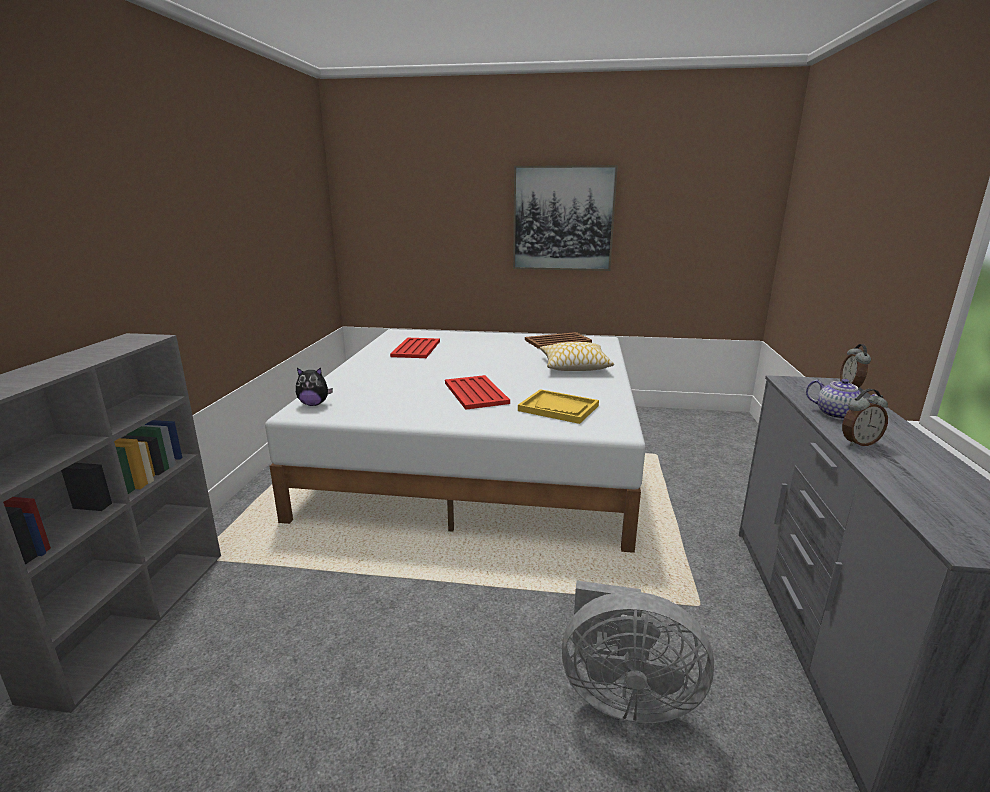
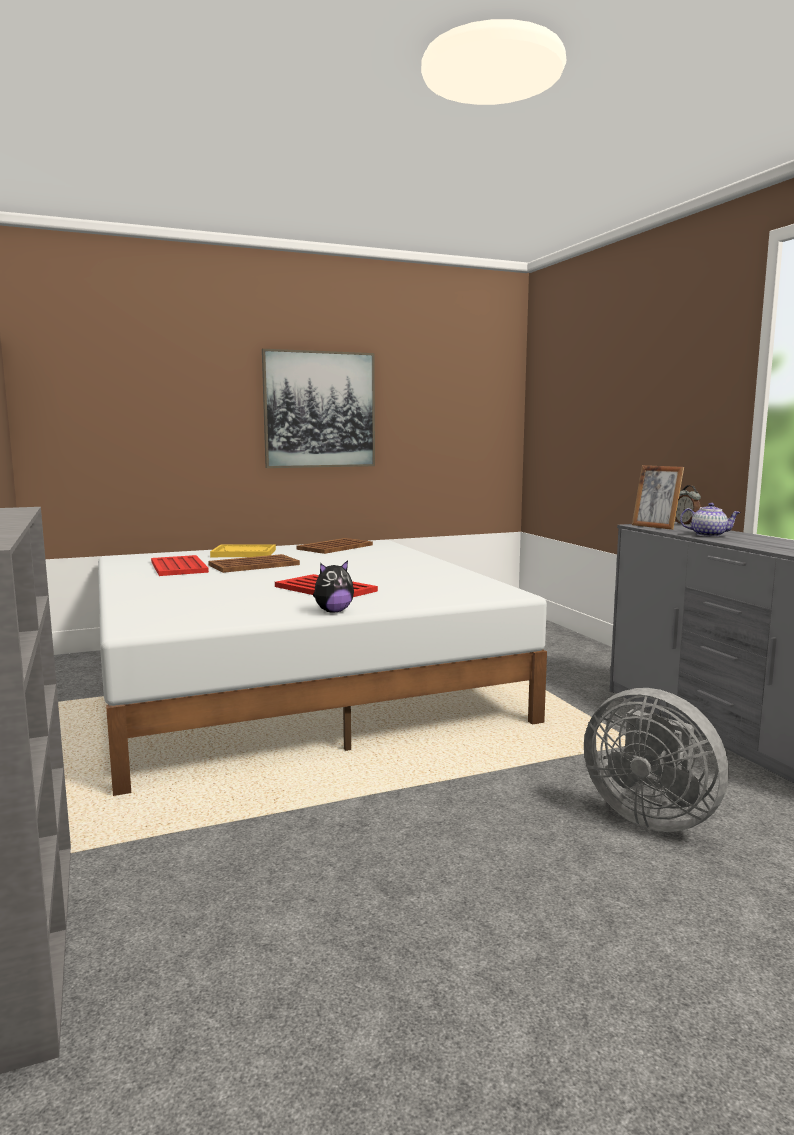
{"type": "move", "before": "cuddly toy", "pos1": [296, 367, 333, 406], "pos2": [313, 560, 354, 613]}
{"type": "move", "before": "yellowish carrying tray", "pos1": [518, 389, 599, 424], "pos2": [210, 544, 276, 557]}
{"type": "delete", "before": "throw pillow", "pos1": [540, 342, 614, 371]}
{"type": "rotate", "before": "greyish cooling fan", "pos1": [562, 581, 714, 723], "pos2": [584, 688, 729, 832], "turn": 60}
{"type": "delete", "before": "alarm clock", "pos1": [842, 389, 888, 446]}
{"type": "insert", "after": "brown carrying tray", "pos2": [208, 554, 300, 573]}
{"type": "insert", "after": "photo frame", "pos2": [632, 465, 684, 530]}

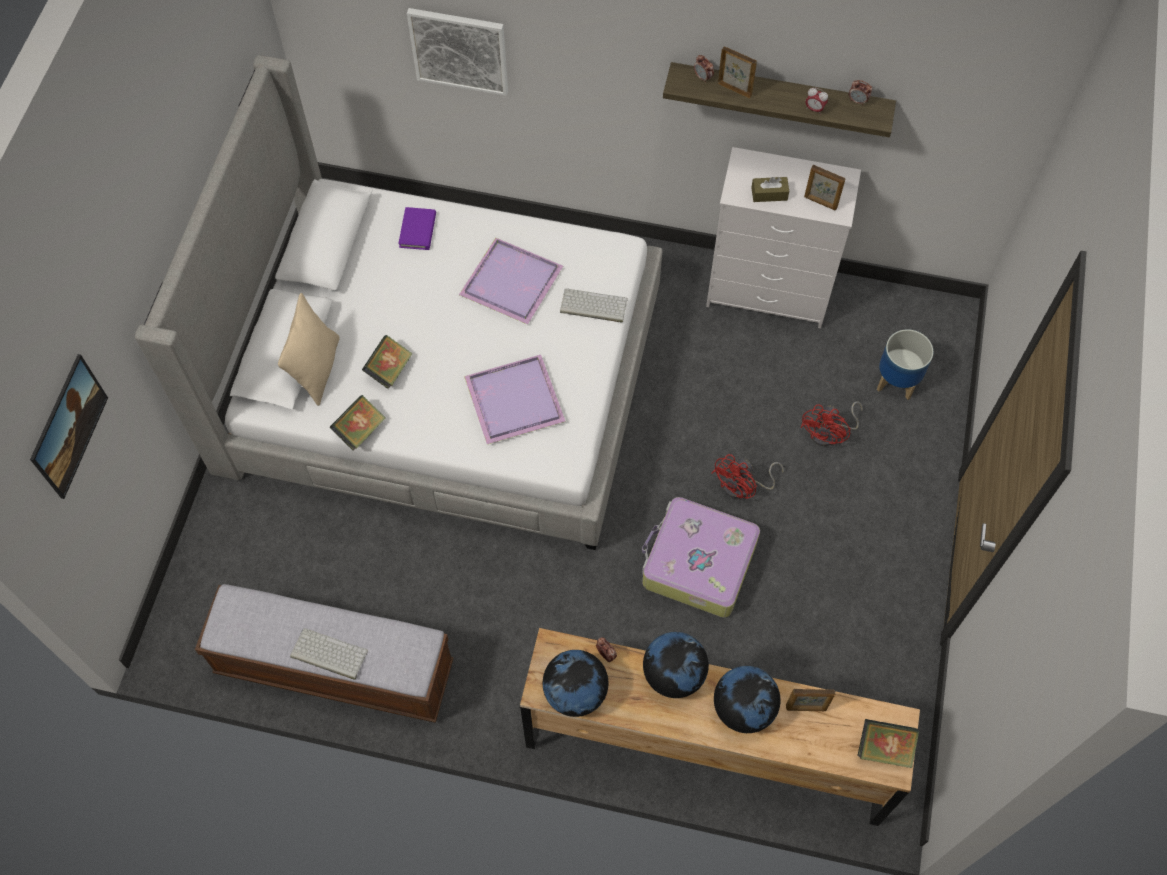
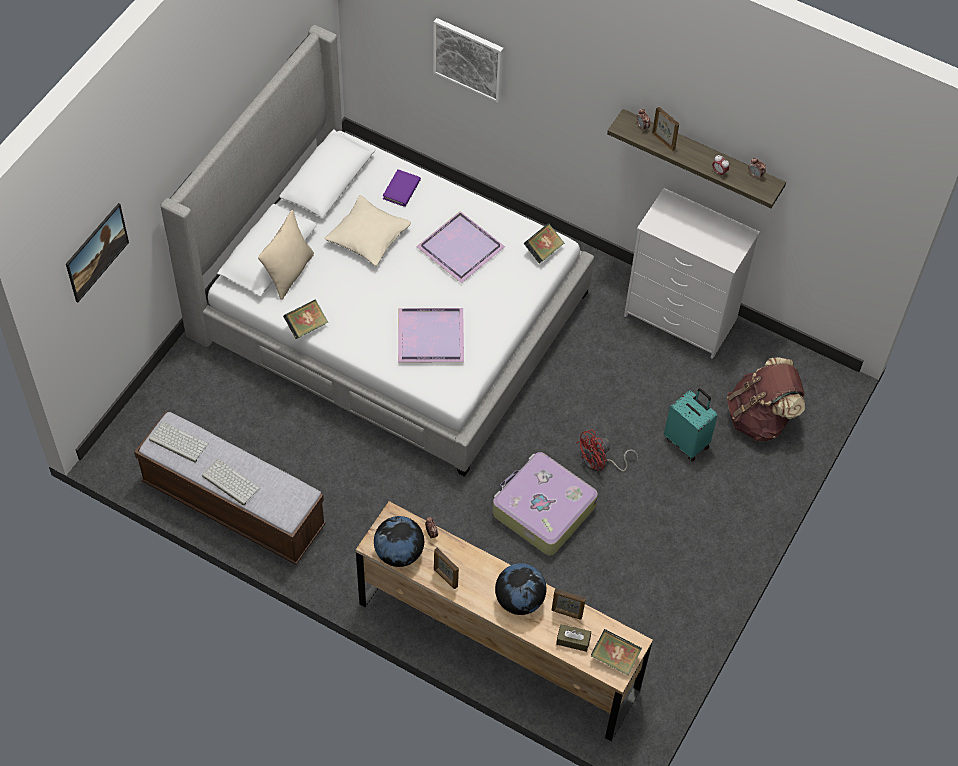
{"type": "move", "before": "volume", "pos1": [362, 335, 413, 389], "pos2": [524, 223, 564, 263]}
{"type": "move", "before": "computer keyboard", "pos1": [560, 289, 628, 322], "pos2": [149, 422, 209, 463]}
{"type": "delete", "before": "desk globe", "pos1": [643, 632, 709, 698]}
{"type": "move", "before": "brown tissue holder", "pos1": [751, 177, 789, 202], "pos2": [556, 624, 591, 652]}
{"type": "replace", "before": "red cooling fan", "after": "turquoise suitcase", "pos1": [800, 401, 863, 446], "pos2": [664, 388, 718, 461]}
{"type": "move", "before": "photo frame", "pos1": [804, 165, 846, 210], "pos2": [434, 548, 459, 589]}
{"type": "replace", "before": "planter", "after": "brown rucksack", "pos1": [877, 329, 933, 400], "pos2": [727, 357, 805, 441]}
{"type": "insert", "after": "beige throw pillow", "pos2": [324, 195, 411, 266]}

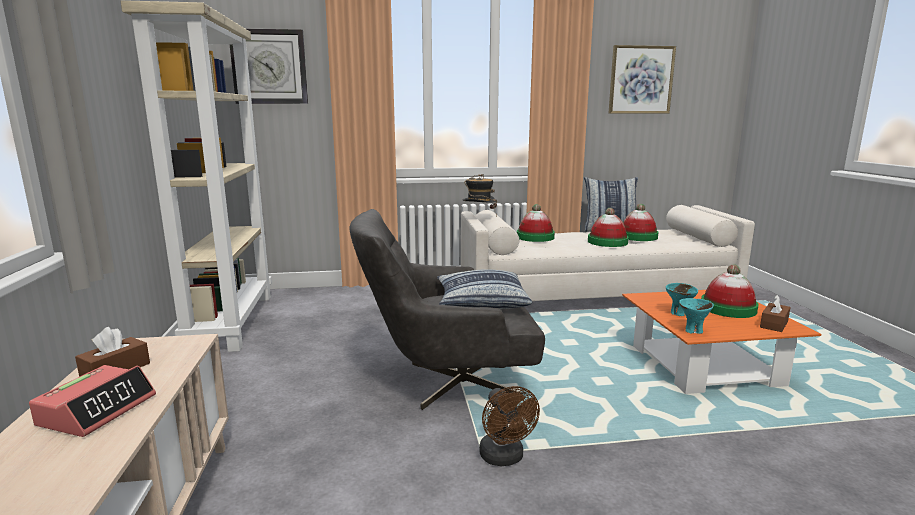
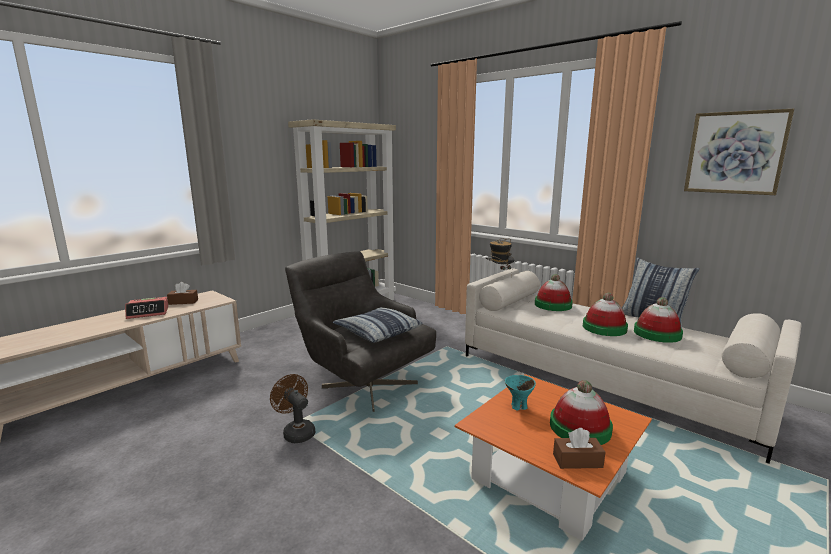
{"type": "delete", "before": "hanging clock", "pos1": [230, 29, 308, 104]}
{"type": "rotate", "before": "brown cooling fan", "pos1": [479, 386, 540, 466], "pos2": [270, 374, 315, 443], "turn": 105}
{"type": "delete", "before": "turquoise deep dish", "pos1": [679, 298, 714, 334]}

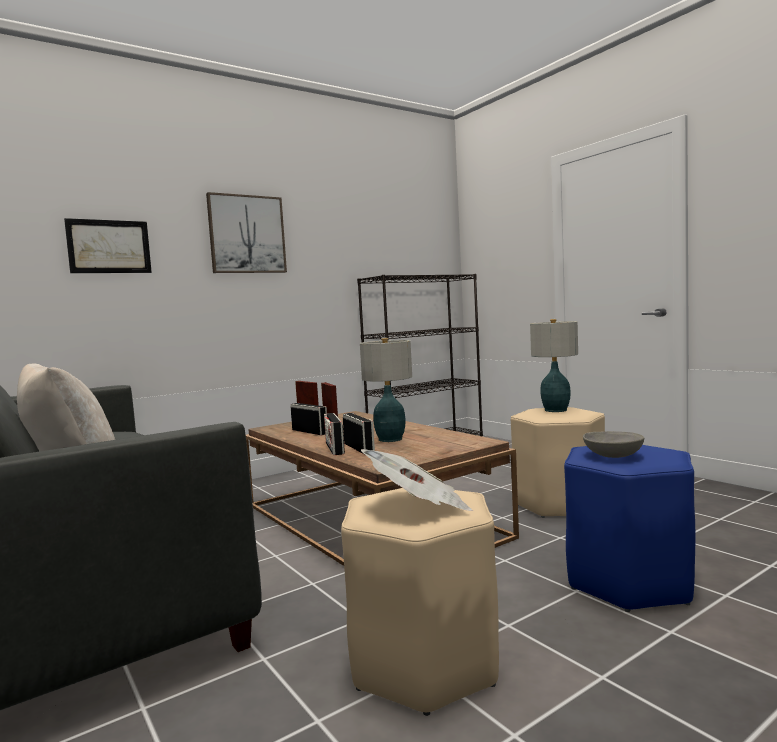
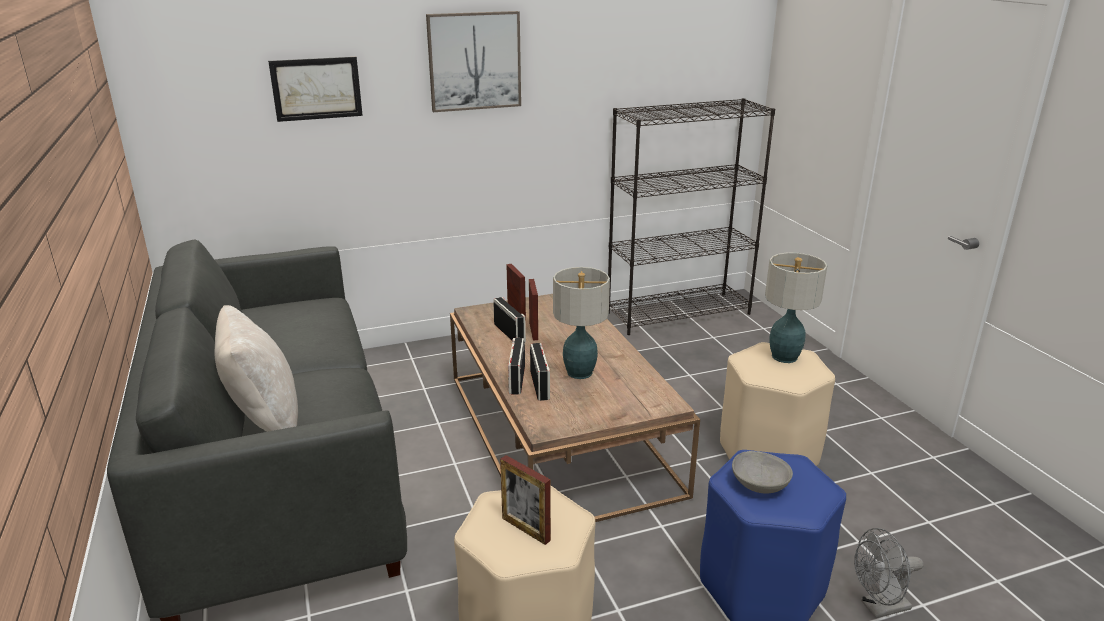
{"type": "replace", "before": "printed paper", "after": "photo frame", "pos1": [361, 449, 474, 511], "pos2": [500, 455, 551, 545]}
{"type": "insert", "after": "greyish cooling fan", "pos2": [854, 528, 923, 618]}

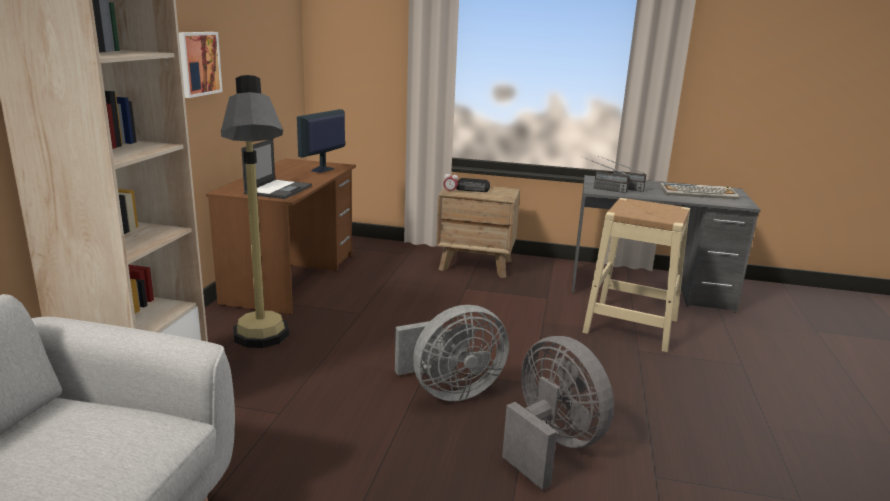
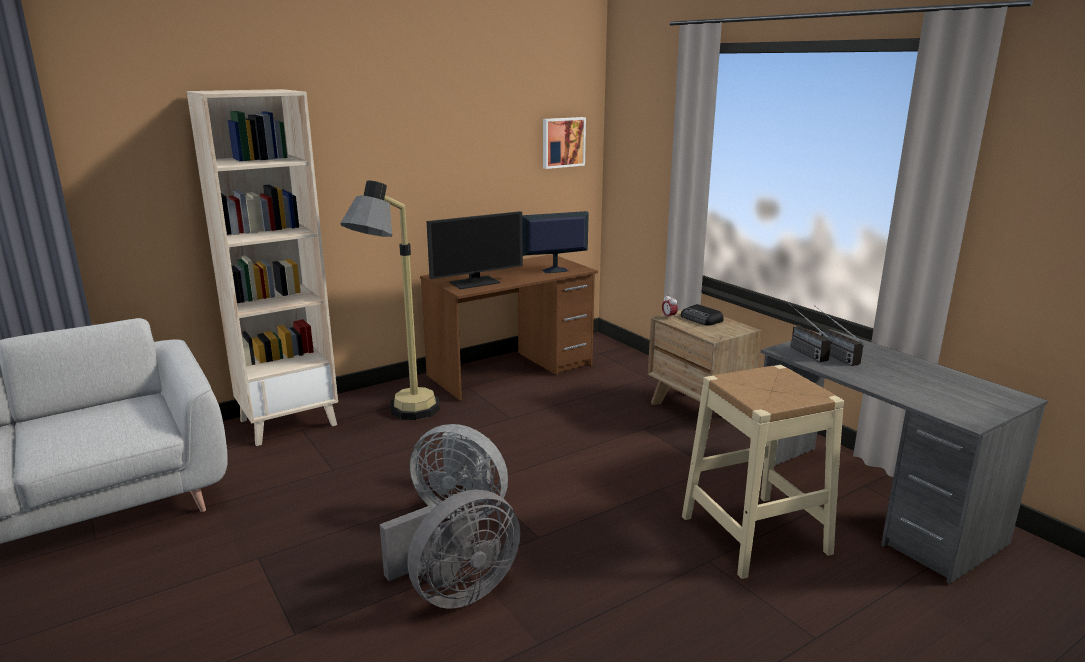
{"type": "move", "before": "picture", "pos1": [179, 32, 223, 98], "pos2": [543, 117, 586, 169]}
{"type": "replace", "before": "notebook computer", "after": "monitor", "pos1": [241, 139, 312, 199], "pos2": [427, 211, 523, 289]}
{"type": "rotate", "before": "greyish cooling fan", "pos1": [502, 336, 614, 490], "pos2": [380, 490, 520, 609], "turn": 45}
{"type": "delete", "before": "computer keyboard", "pos1": [659, 183, 739, 200]}

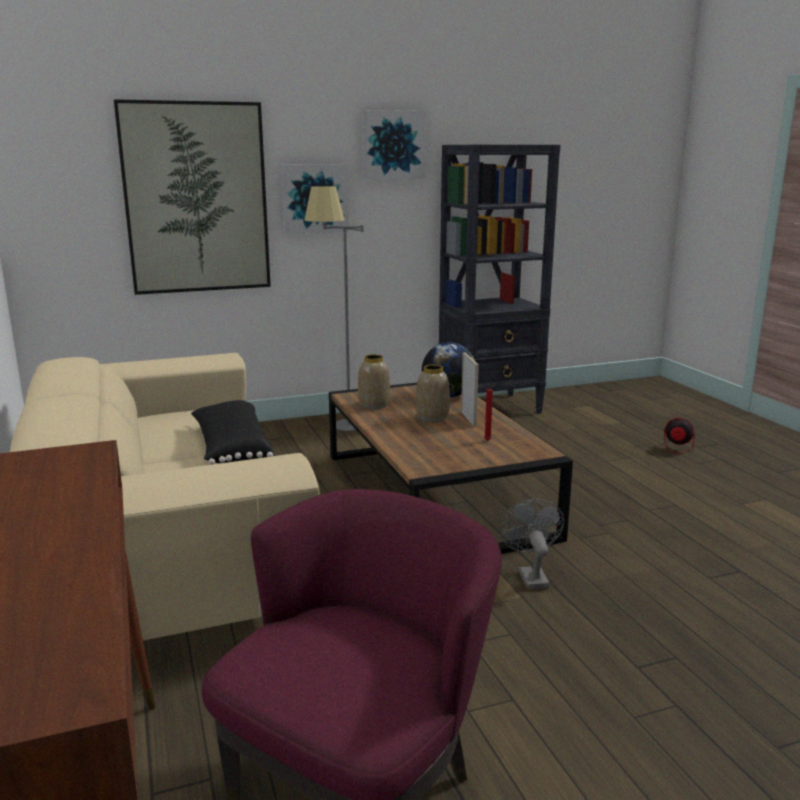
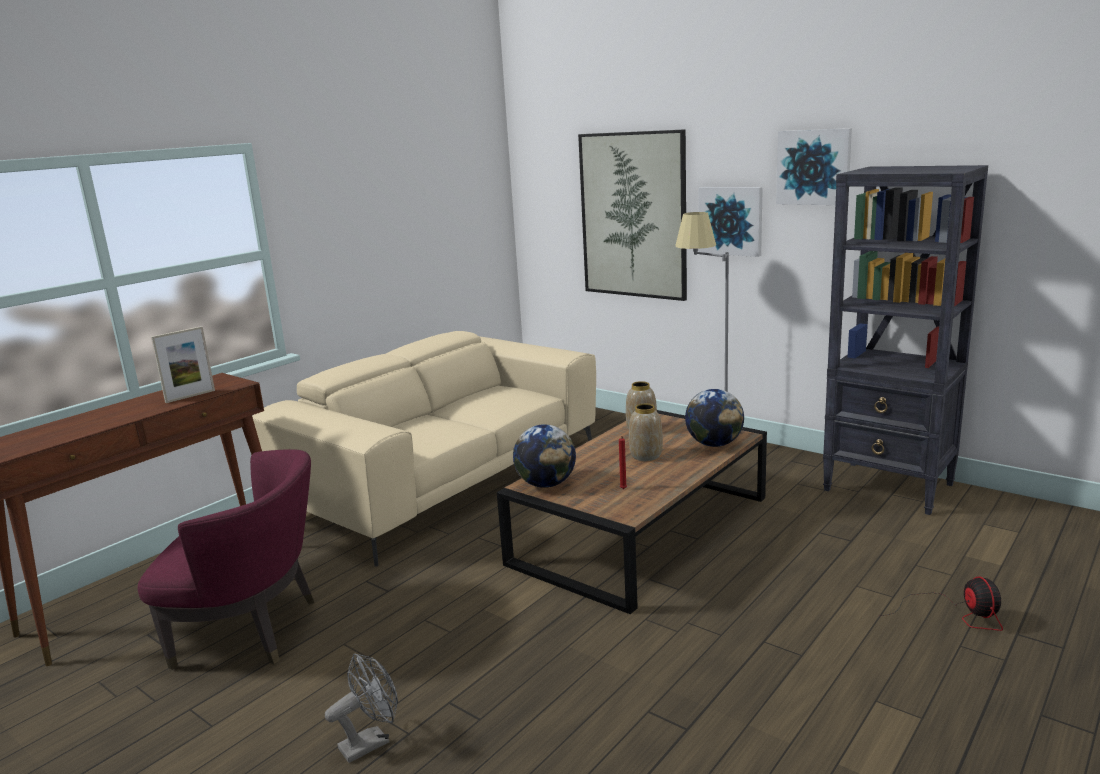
{"type": "delete", "before": "blackish throw pillow", "pos1": [191, 400, 274, 465]}
{"type": "move", "before": "photo frame", "pos1": [461, 353, 479, 427], "pos2": [151, 326, 215, 403]}
{"type": "move", "before": "greyish cooling fan", "pos1": [500, 499, 564, 589], "pos2": [325, 654, 398, 763]}
{"type": "insert", "after": "desk globe", "pos2": [513, 424, 576, 488]}

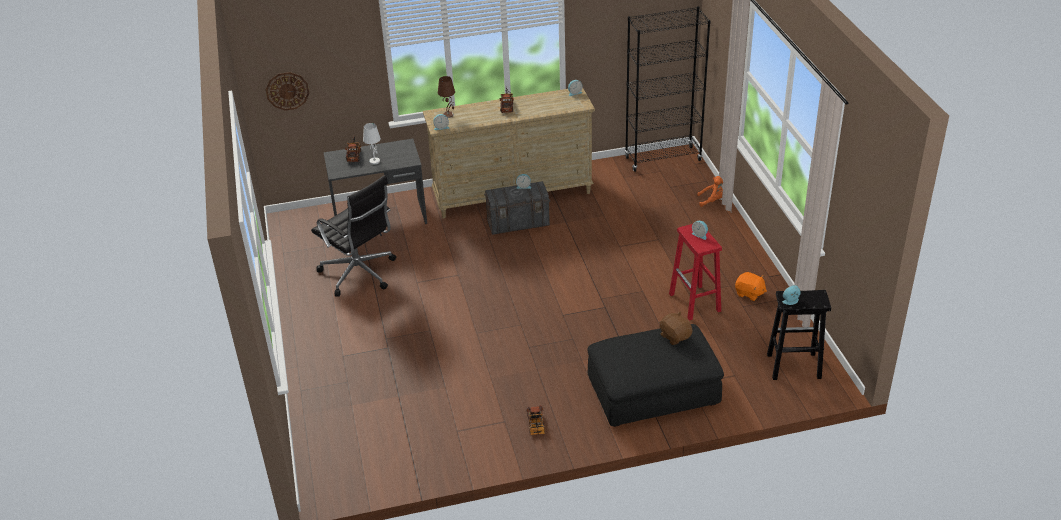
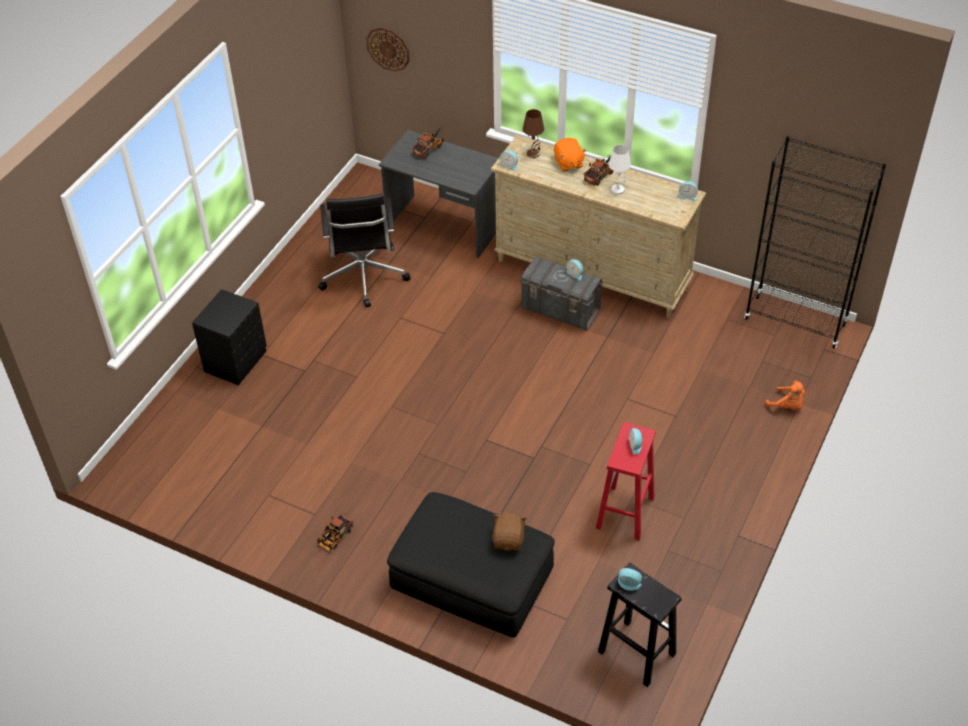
{"type": "move", "before": "whitish tabletop lamp", "pos1": [363, 123, 381, 165], "pos2": [609, 145, 631, 195]}
{"type": "move", "before": "orange cuddly toy", "pos1": [735, 272, 767, 301], "pos2": [554, 138, 586, 171]}
{"type": "insert", "after": "blackish bedside table", "pos2": [192, 289, 267, 385]}

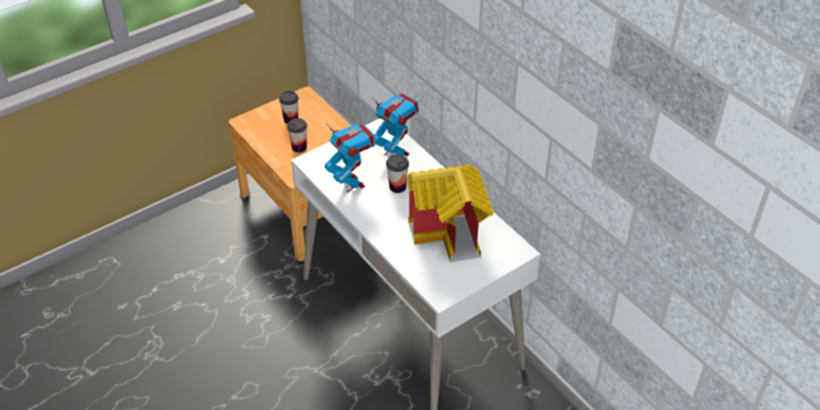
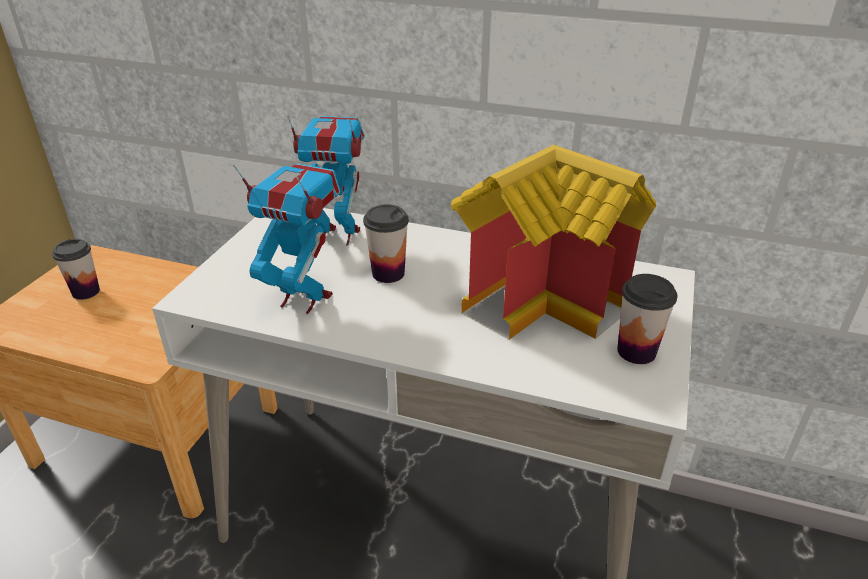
{"type": "move", "before": "drinking cup", "pos1": [287, 118, 307, 153], "pos2": [617, 274, 677, 364]}

